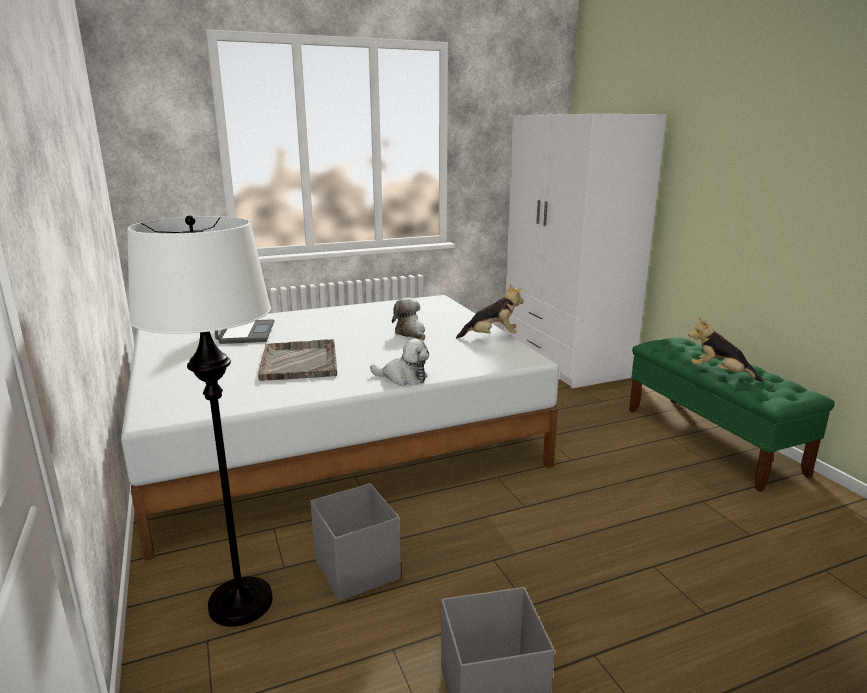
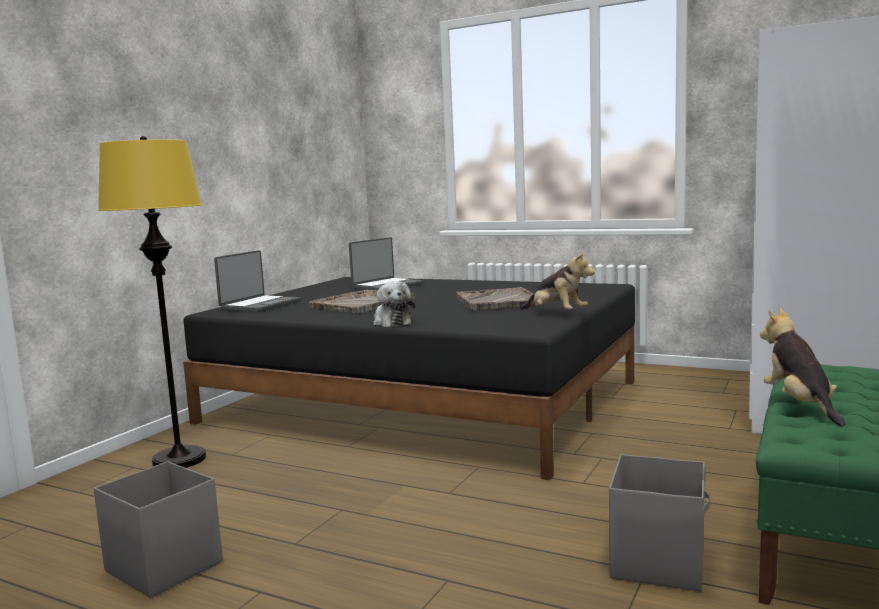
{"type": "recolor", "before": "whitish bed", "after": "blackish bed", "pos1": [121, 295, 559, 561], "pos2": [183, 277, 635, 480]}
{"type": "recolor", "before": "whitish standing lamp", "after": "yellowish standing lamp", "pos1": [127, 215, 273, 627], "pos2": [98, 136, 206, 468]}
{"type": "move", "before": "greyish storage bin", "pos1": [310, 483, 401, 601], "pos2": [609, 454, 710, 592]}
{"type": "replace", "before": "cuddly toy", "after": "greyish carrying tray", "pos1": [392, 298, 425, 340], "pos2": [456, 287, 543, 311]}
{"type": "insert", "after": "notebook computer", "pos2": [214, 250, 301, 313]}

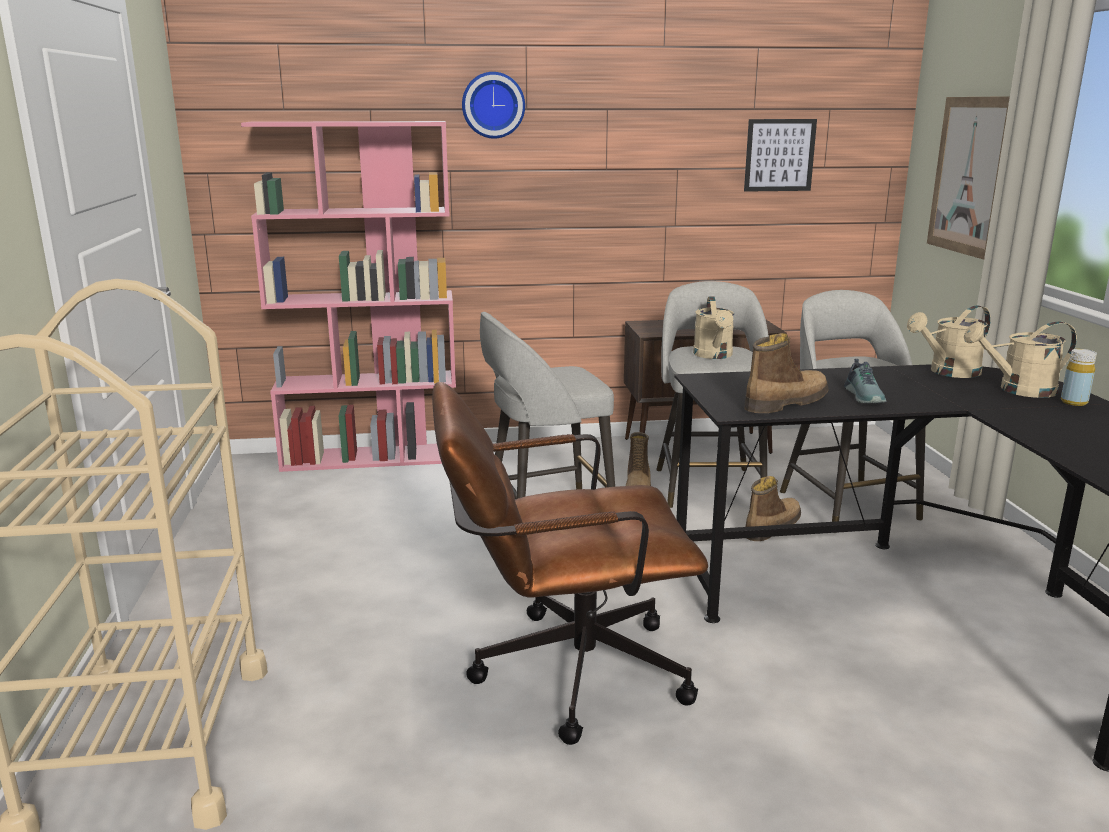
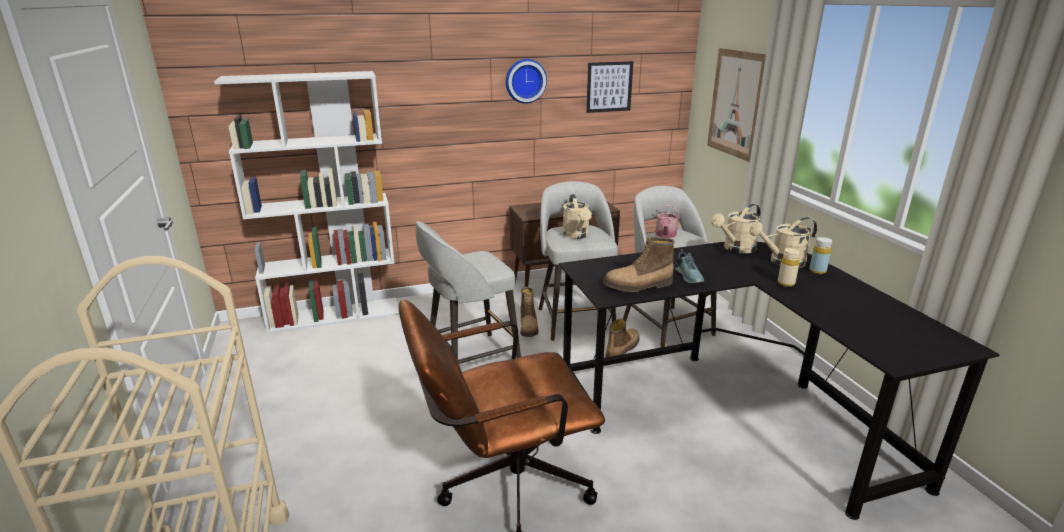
{"type": "recolor", "before": "pinkish bookshelf", "after": "whitish bookshelf", "pos1": [241, 121, 456, 472], "pos2": [214, 71, 399, 334]}
{"type": "move", "before": "hanging clock", "pos1": [462, 72, 525, 139], "pos2": [506, 59, 547, 104]}
{"type": "rotate", "before": "tall boot", "pos1": [744, 333, 829, 413], "pos2": [603, 237, 675, 292], "turn": -150}
{"type": "insert", "after": "sprinkling can", "pos2": [655, 205, 680, 238]}
{"type": "insert", "after": "beige beverage bottle", "pos2": [778, 248, 801, 287]}

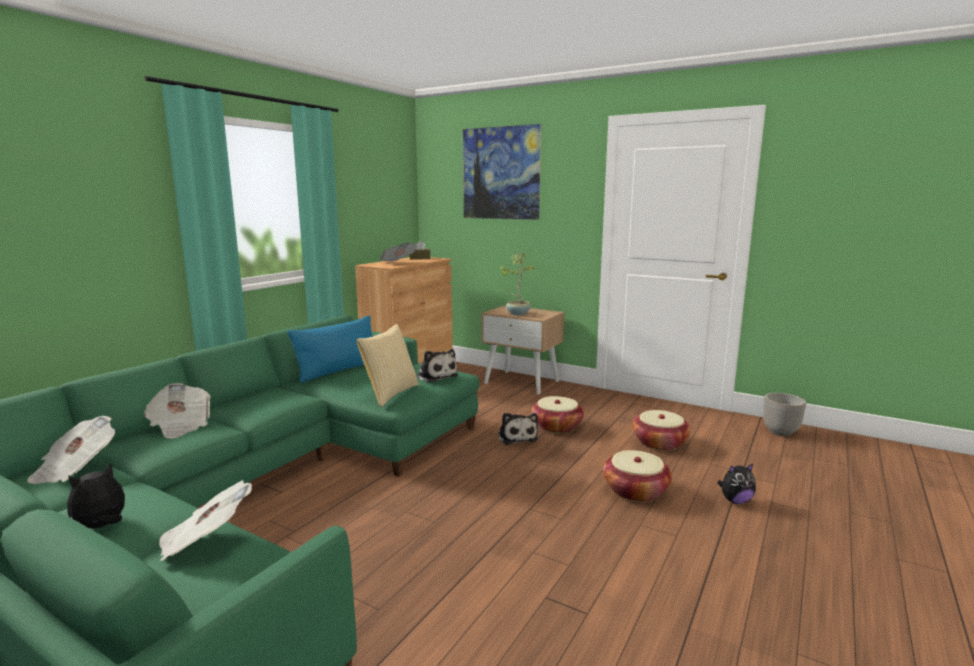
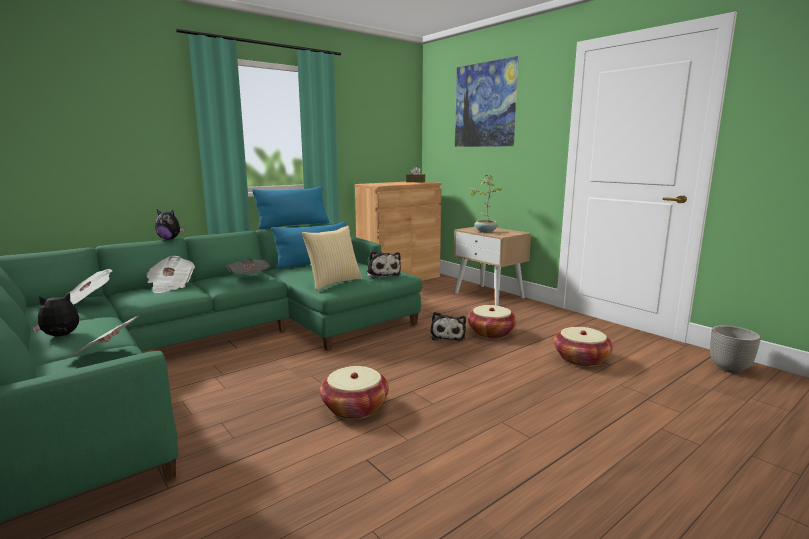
{"type": "move", "before": "printed paper", "pos1": [380, 243, 417, 262], "pos2": [226, 259, 270, 274]}
{"type": "move", "before": "storage basket", "pos1": [603, 450, 672, 502], "pos2": [320, 366, 389, 419]}
{"type": "move", "before": "cuddly toy", "pos1": [717, 464, 756, 504], "pos2": [155, 210, 185, 240]}
{"type": "insert", "after": "blue throw pillow", "pos2": [252, 186, 329, 230]}

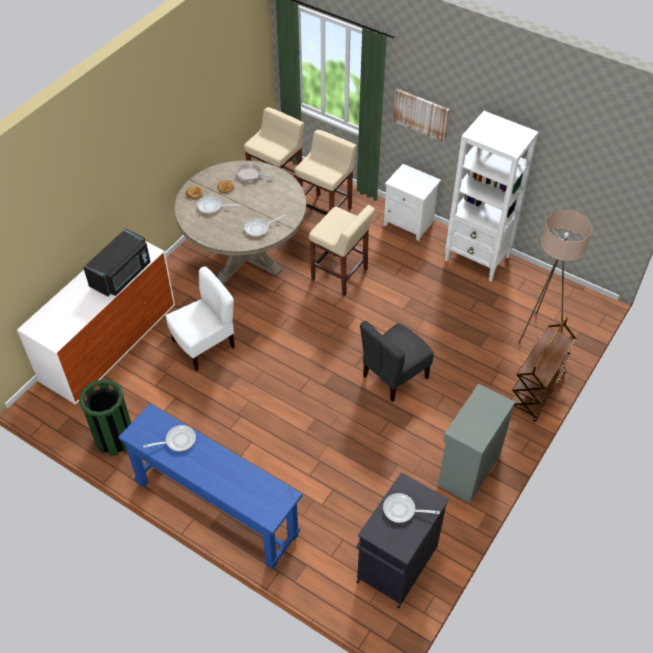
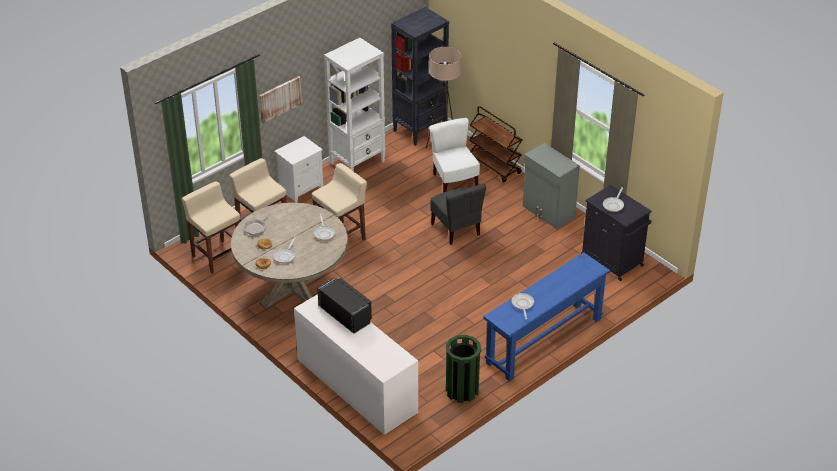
{"type": "move", "before": "whitish upright chair", "pos1": [166, 266, 235, 371], "pos2": [429, 118, 480, 193]}
{"type": "insert", "after": "blackish bookshelf", "pos2": [391, 7, 449, 146]}

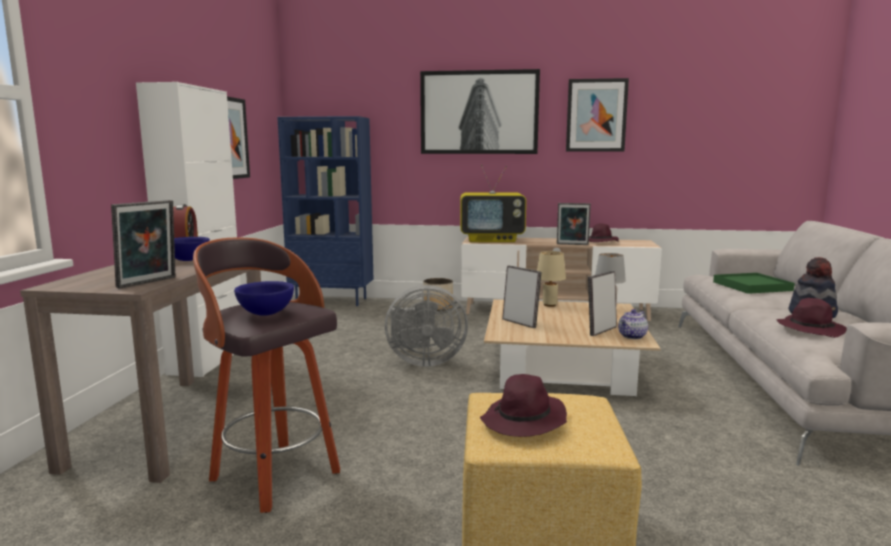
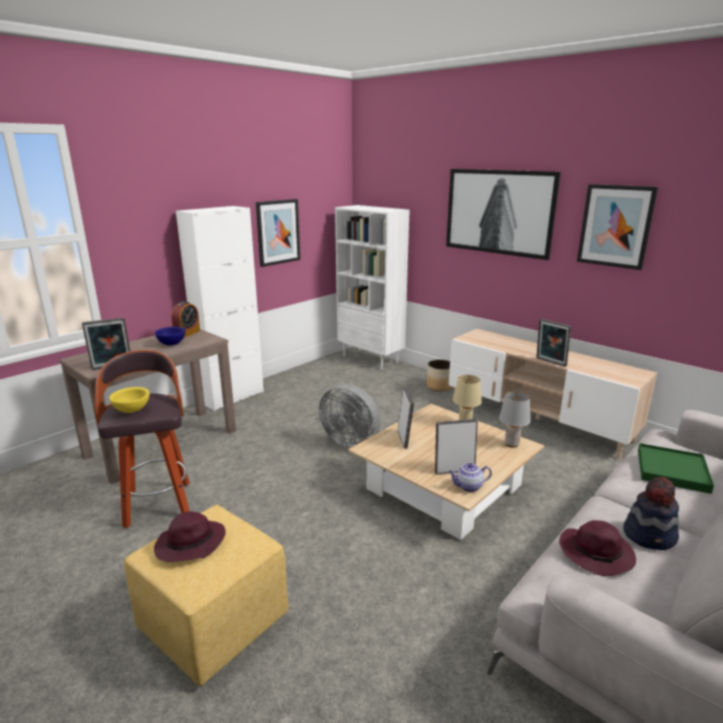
{"type": "recolor", "before": "blue deep dish", "after": "yellowish deep dish", "pos1": [234, 281, 294, 316], "pos2": [109, 387, 149, 413]}
{"type": "recolor", "before": "blue bookshelf", "after": "whitish bookshelf", "pos1": [277, 116, 373, 306], "pos2": [335, 205, 410, 369]}
{"type": "delete", "before": "TV", "pos1": [460, 165, 526, 242]}
{"type": "delete", "before": "purple-coloured wearable hat", "pos1": [589, 223, 619, 242]}

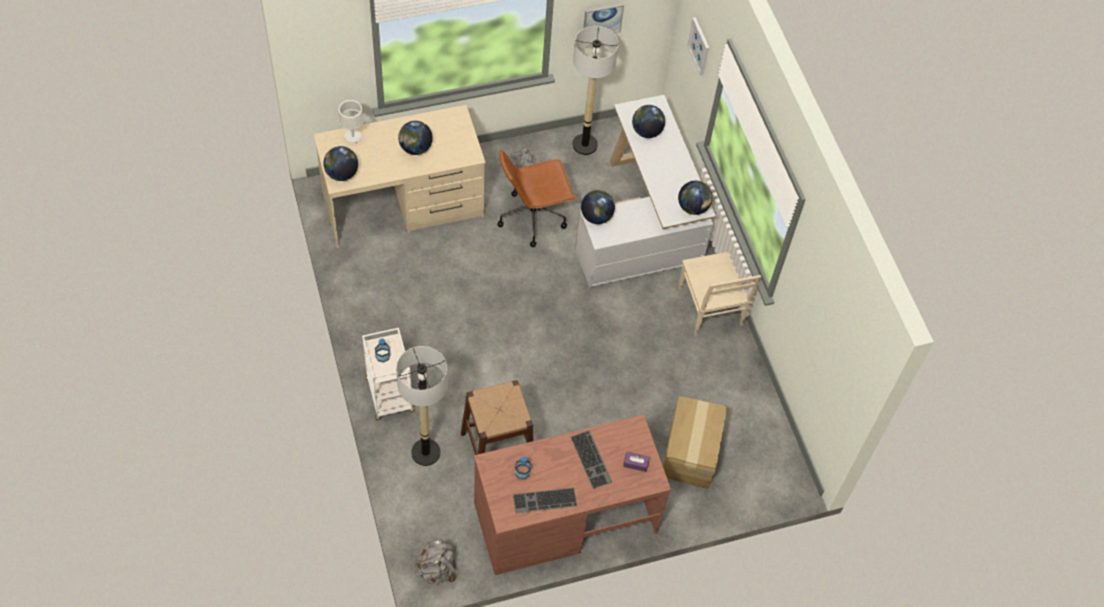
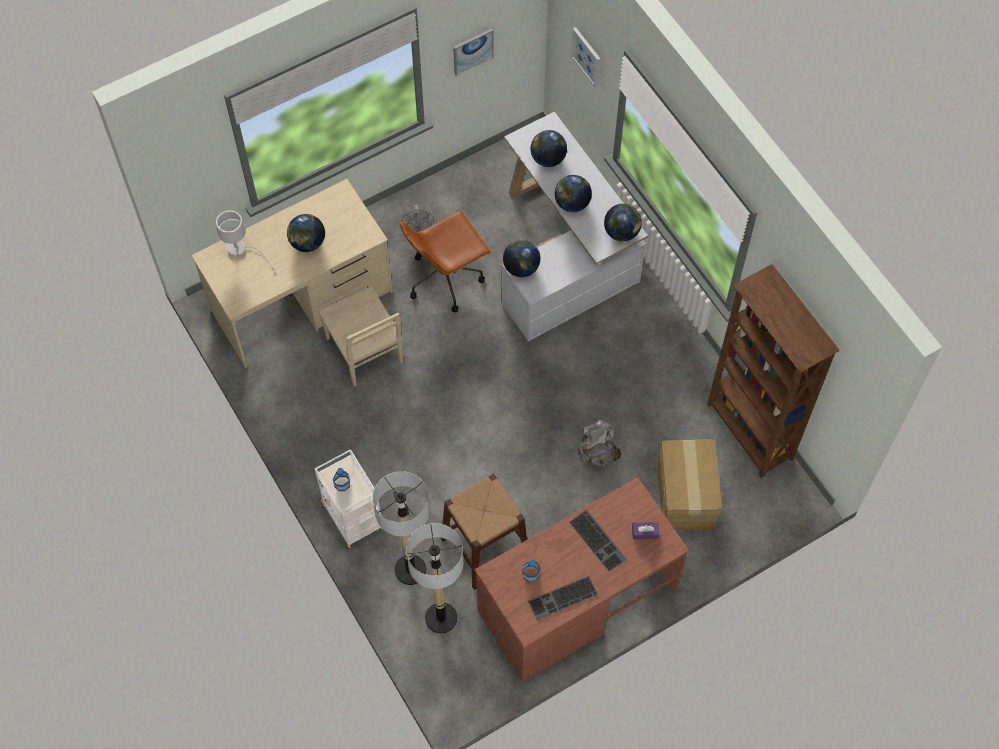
{"type": "move", "before": "desk globe", "pos1": [323, 146, 358, 181], "pos2": [555, 175, 592, 212]}
{"type": "move", "before": "greyish rucksack", "pos1": [415, 539, 456, 584], "pos2": [577, 419, 621, 467]}
{"type": "move", "before": "standing lamp", "pos1": [573, 26, 619, 155], "pos2": [406, 523, 463, 634]}
{"type": "move", "before": "beige upright chair", "pos1": [678, 252, 761, 335], "pos2": [319, 286, 403, 386]}
{"type": "insert", "after": "brown bookshelf", "pos2": [707, 264, 840, 478]}

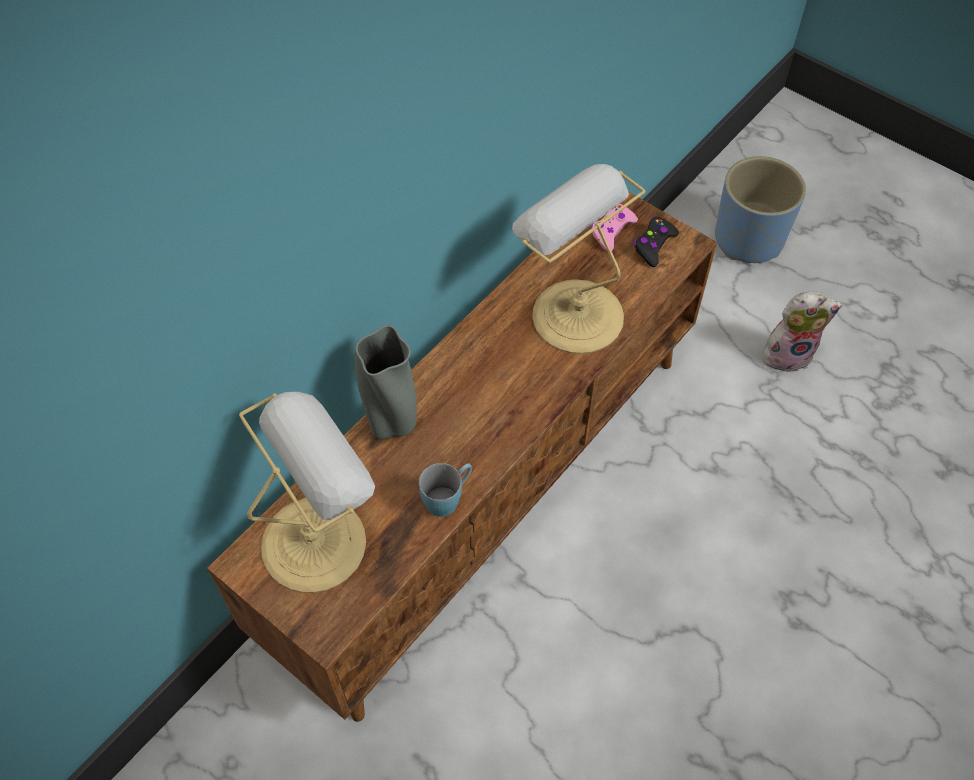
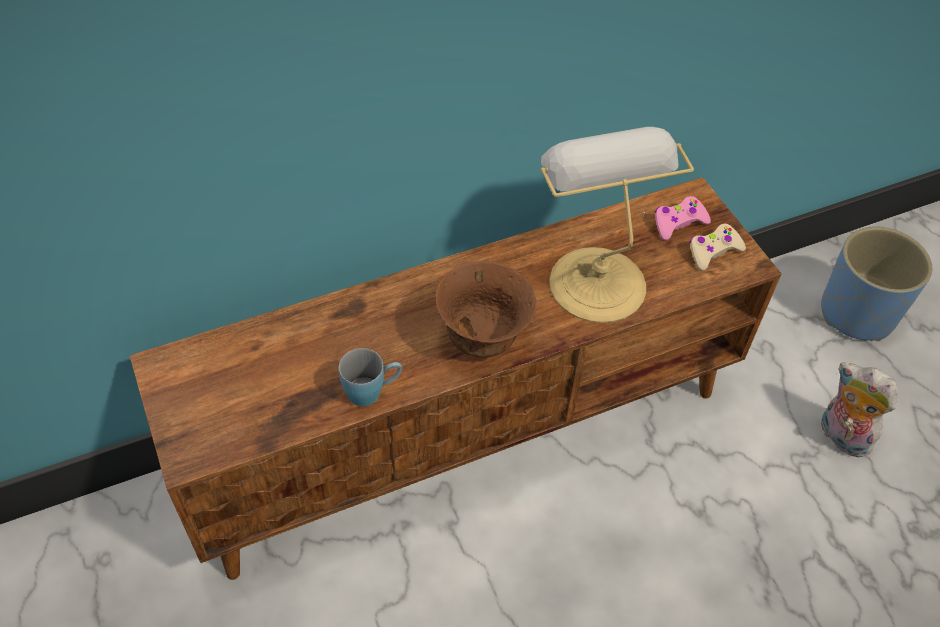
{"type": "delete", "before": "tabletop lamp", "pos1": [239, 392, 375, 593]}
{"type": "delete", "before": "greyish flower vase", "pos1": [354, 325, 417, 439]}
{"type": "recolor", "before": "blackish game controller", "after": "beige game controller", "pos1": [634, 217, 679, 267], "pos2": [690, 223, 746, 271]}
{"type": "rotate", "before": "cuddly toy", "pos1": [763, 292, 842, 373], "pos2": [821, 362, 898, 457], "turn": -150}
{"type": "insert", "after": "brown deep dish", "pos2": [436, 261, 536, 358]}

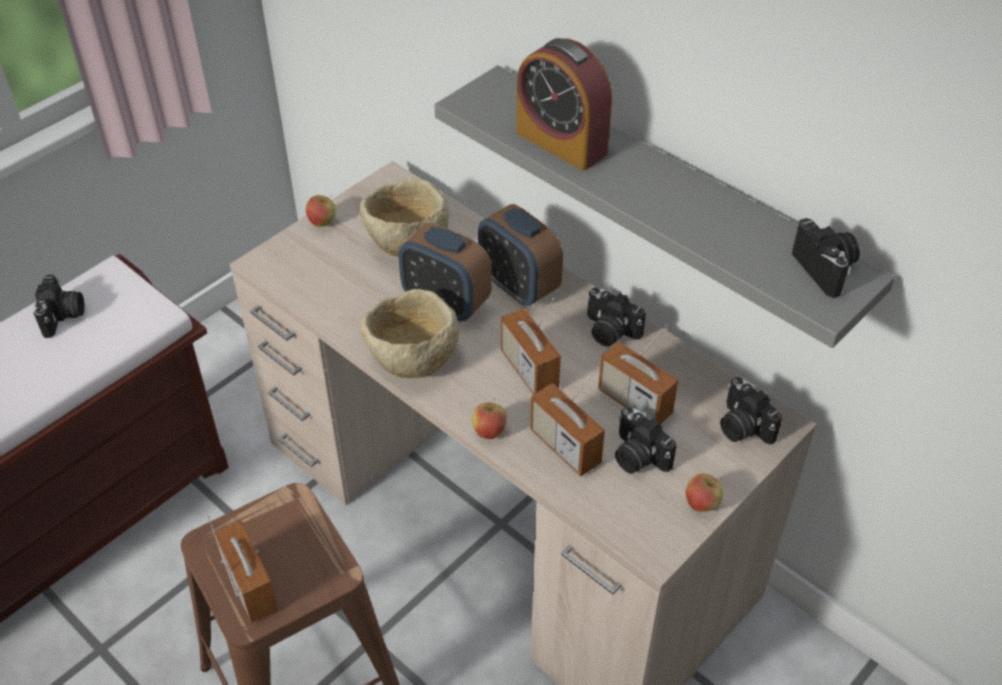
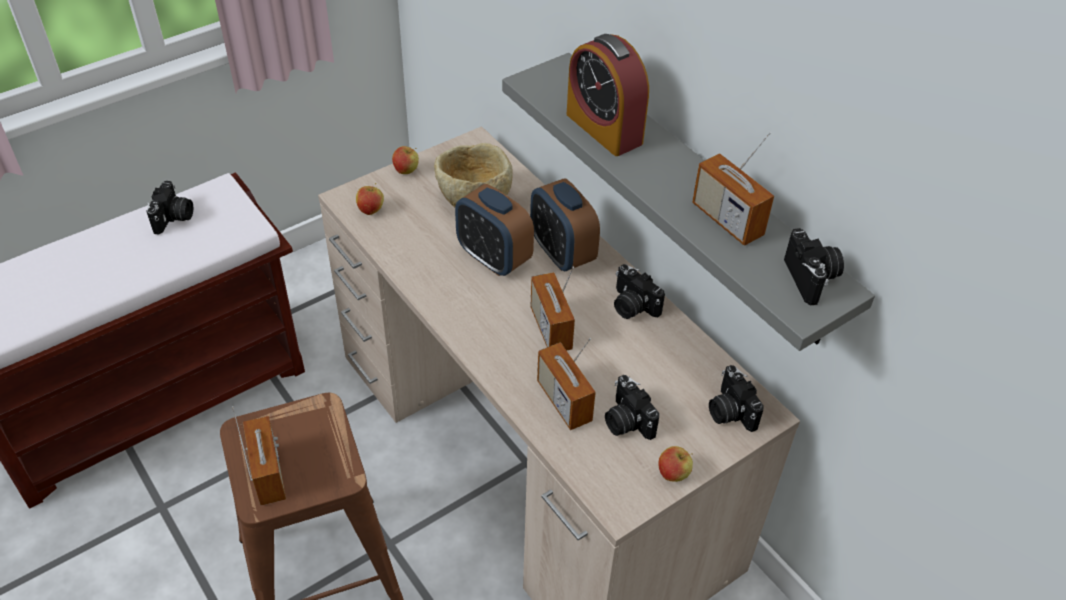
{"type": "delete", "before": "beige deep dish", "pos1": [360, 289, 459, 378]}
{"type": "move", "before": "apple", "pos1": [472, 398, 507, 439], "pos2": [356, 183, 384, 215]}
{"type": "move", "before": "radio set", "pos1": [598, 324, 678, 424], "pos2": [692, 132, 774, 246]}

